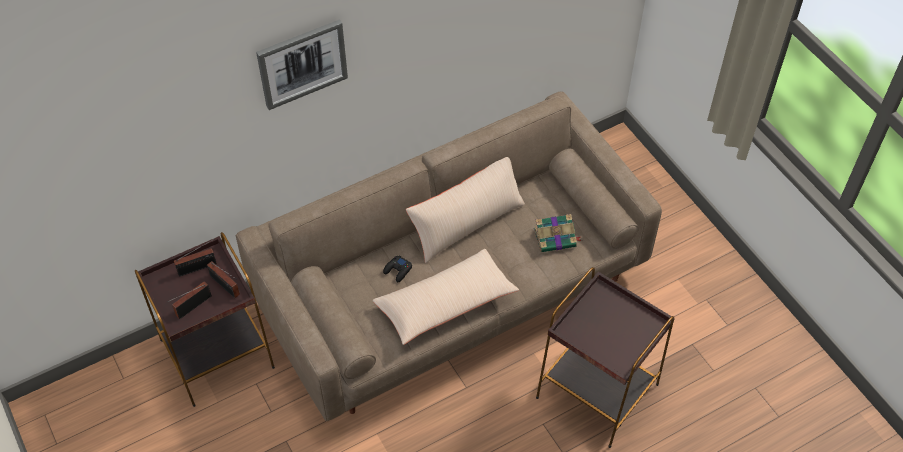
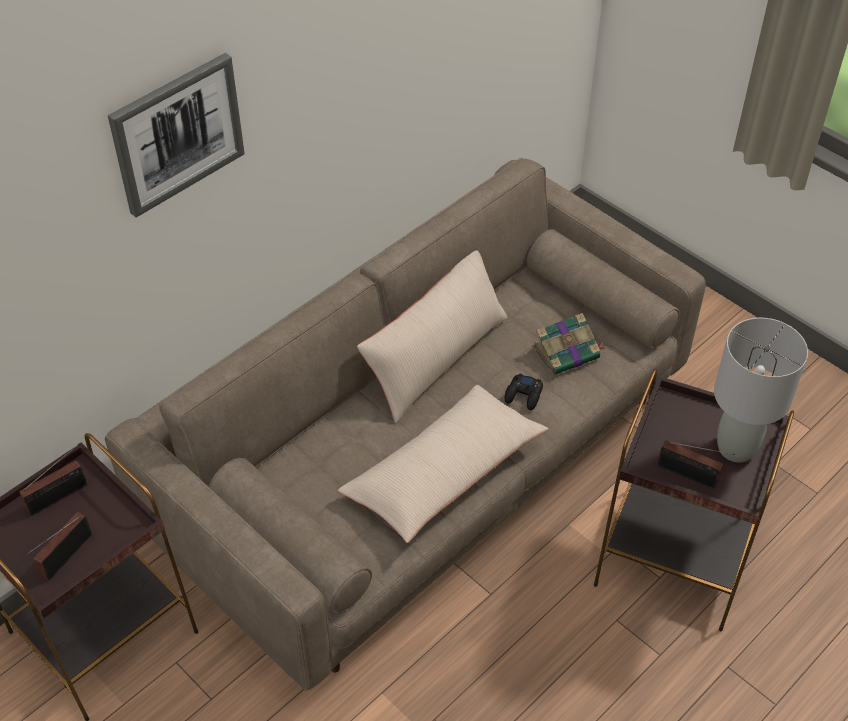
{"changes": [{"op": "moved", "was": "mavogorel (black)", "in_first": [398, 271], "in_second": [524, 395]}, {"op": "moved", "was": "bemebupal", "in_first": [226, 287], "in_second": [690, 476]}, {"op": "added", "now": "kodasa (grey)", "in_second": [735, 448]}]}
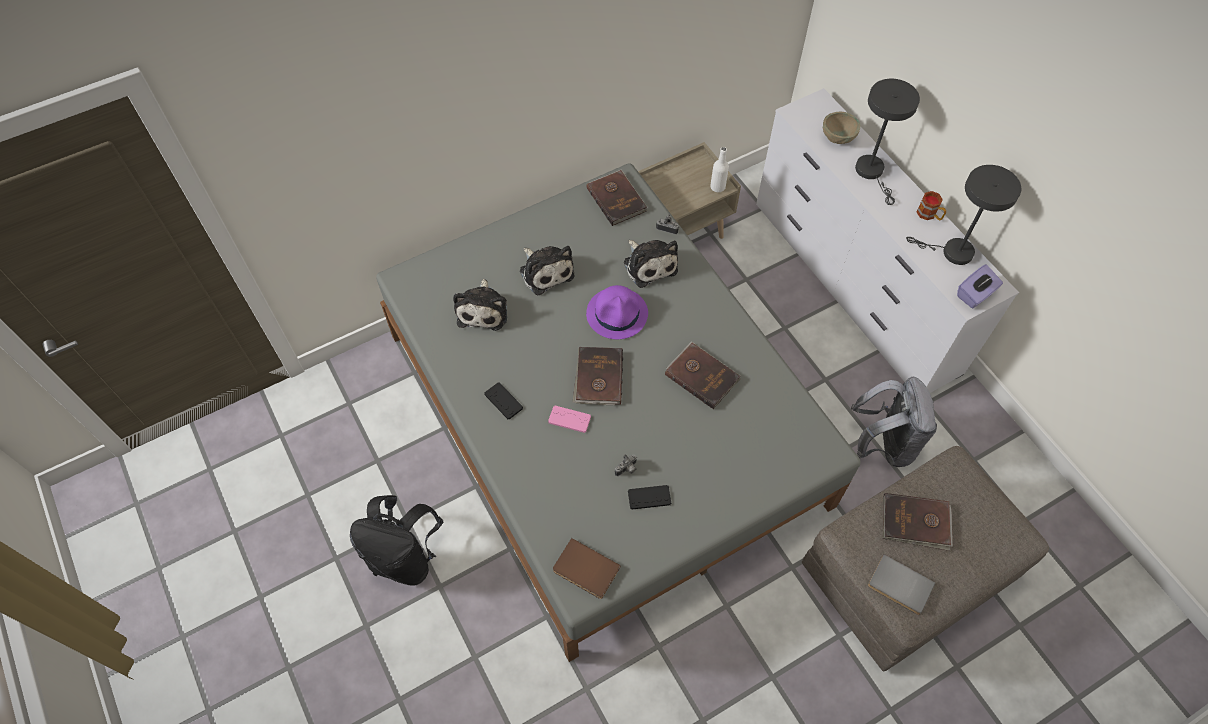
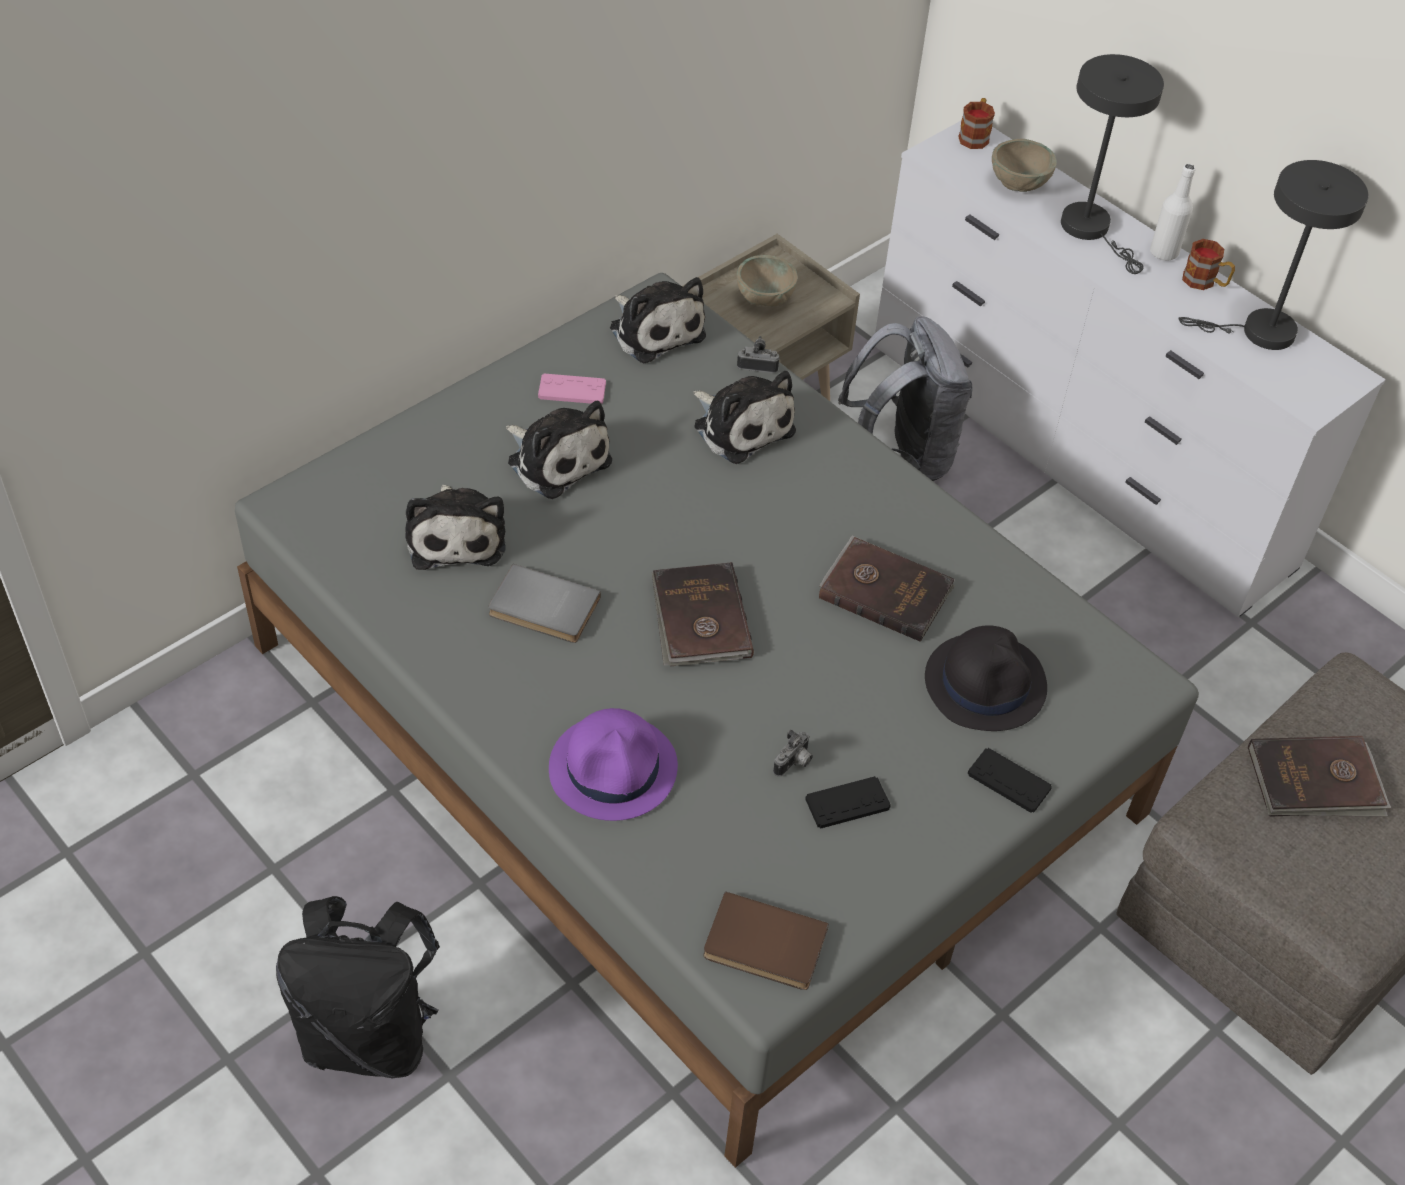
{"changes": [{"op": "moved", "was": "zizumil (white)", "in_first": [717, 187], "in_second": [1164, 252]}, {"op": "replaced", "was": "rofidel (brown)", "now": "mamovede", "in_first": [617, 199], "in_second": [655, 329]}, {"op": "removed", "was": "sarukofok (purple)", "in_first": [975, 295]}, {"op": "moved", "was": "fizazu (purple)", "in_first": [617, 314], "in_second": [614, 768]}, {"op": "moved", "was": "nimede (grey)", "in_first": [884, 443], "in_second": [901, 456]}, {"op": "moved", "was": "mavogorel (black)", "in_first": [503, 401], "in_second": [1009, 781]}, {"op": "moved", "was": "mavogorel (pink)", "in_first": [569, 419], "in_second": [572, 390]}, {"op": "moved", "was": "rofidel (grey)", "in_first": [899, 587], "in_second": [542, 609]}, {"op": "added", "now": "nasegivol", "in_second": [975, 135]}, {"op": "added", "now": "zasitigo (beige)", "in_second": [765, 299]}, {"op": "added", "now": "fizazu (black)", "in_second": [985, 682]}]}
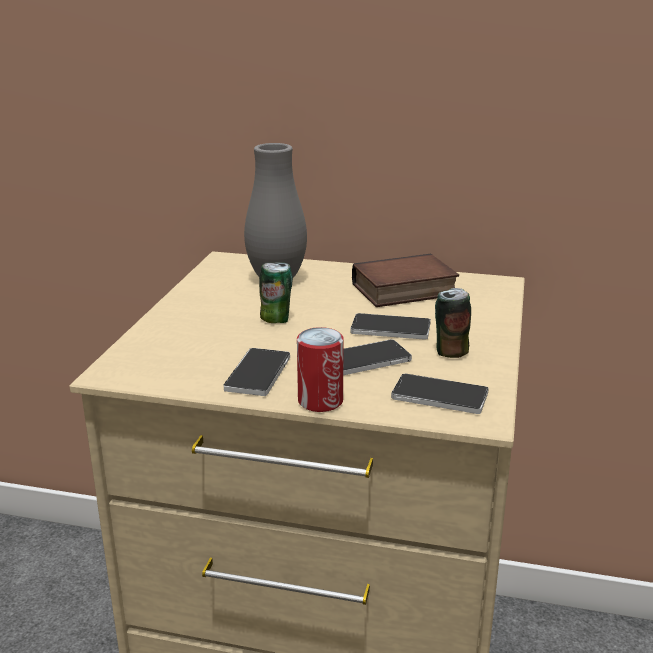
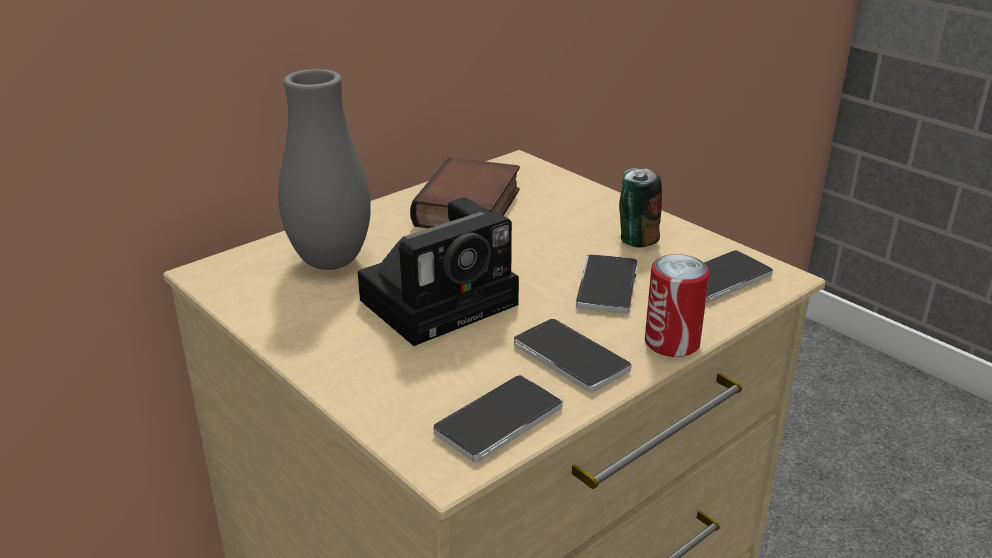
{"changes": [{"op": "replaced", "was": "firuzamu", "now": "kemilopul", "in_first": [276, 319], "in_second": [443, 300]}, {"op": "moved", "was": "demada", "in_first": [390, 329], "in_second": [498, 420]}]}
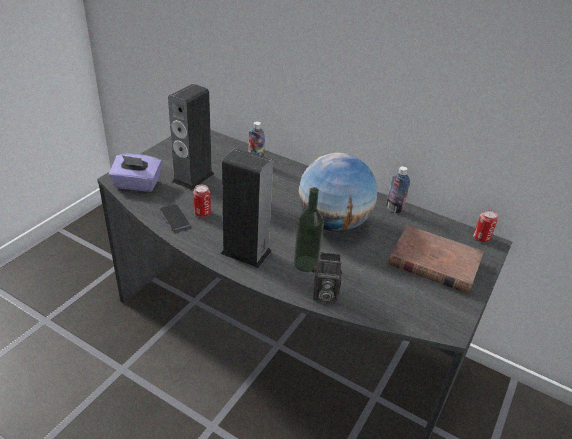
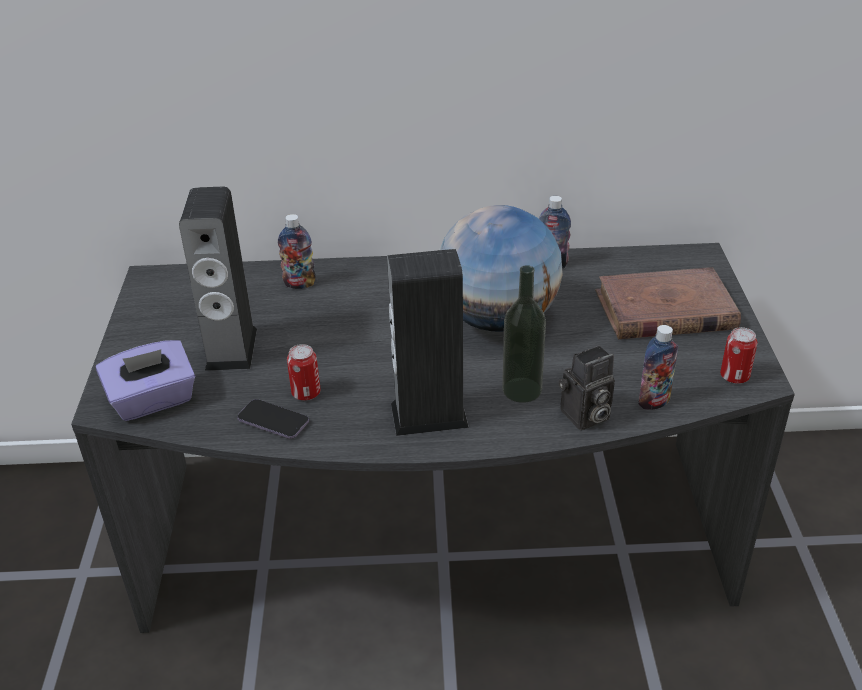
{"changes": [{"op": "moved", "was": "firuzamu", "in_first": [481, 238], "in_second": [734, 376]}, {"op": "added", "now": "zizumil", "in_second": [654, 402]}]}
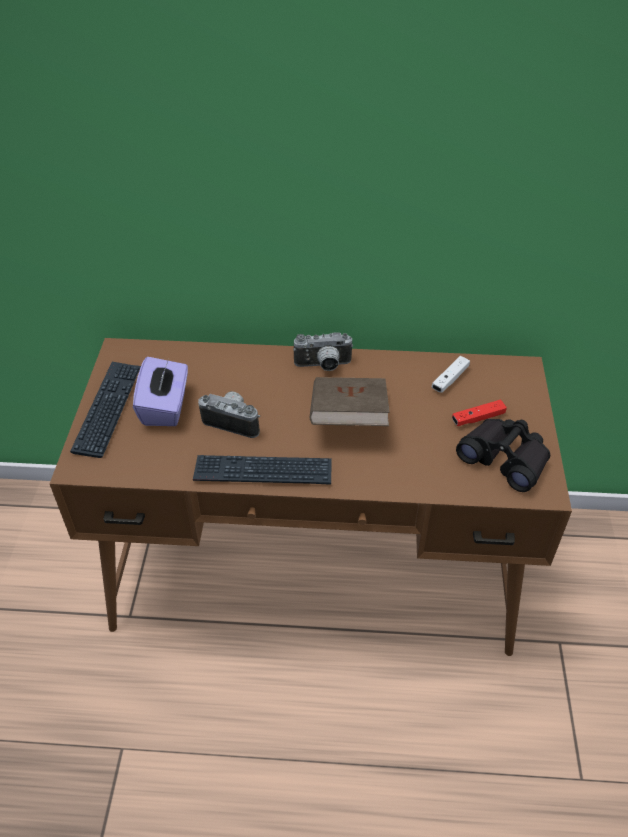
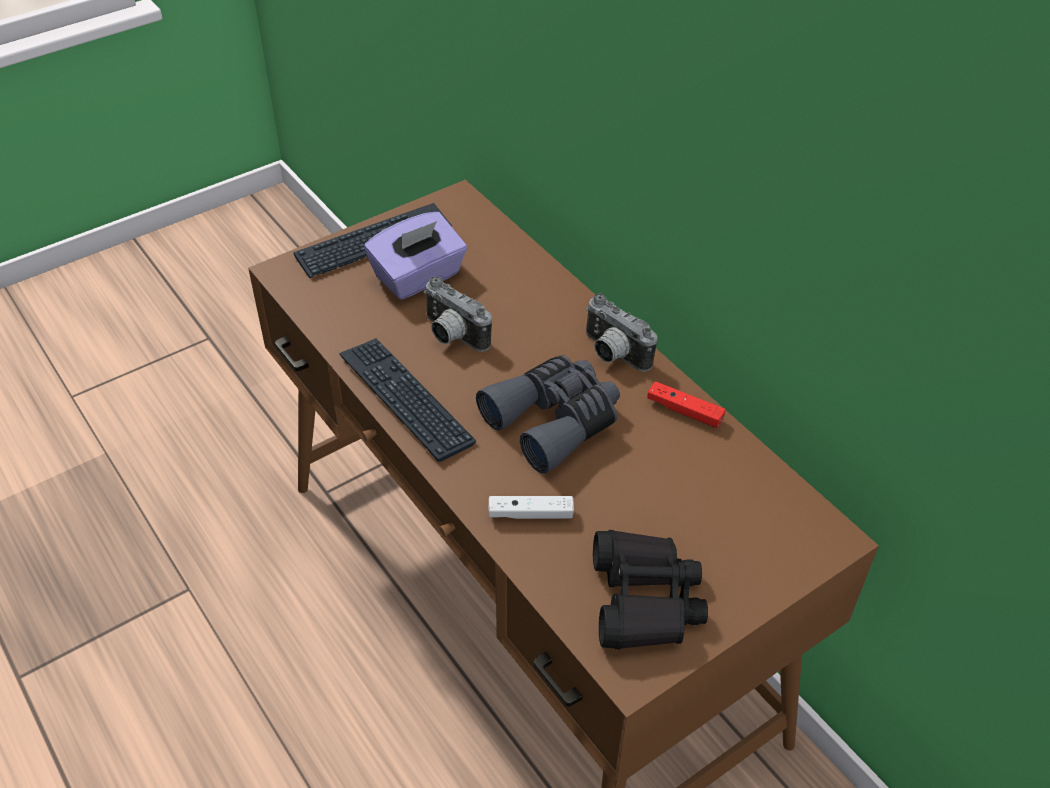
{"changes": [{"op": "moved", "was": "mavogorel (white)", "in_first": [450, 379], "in_second": [530, 514]}, {"op": "replaced", "was": "rofidel (brown)", "now": "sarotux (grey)", "in_first": [348, 418], "in_second": [554, 421]}, {"op": "turned", "was": "kemilopul", "in_first": [233, 421], "in_second": [451, 336], "clockwise": 150}, {"op": "moved", "was": "mavogorel (red)", "in_first": [478, 418], "in_second": [684, 411]}]}
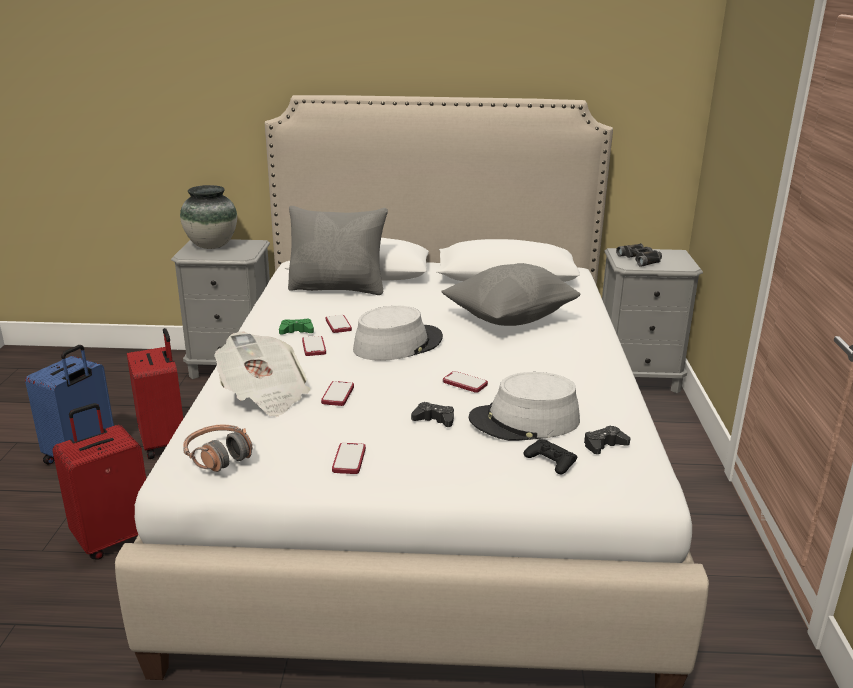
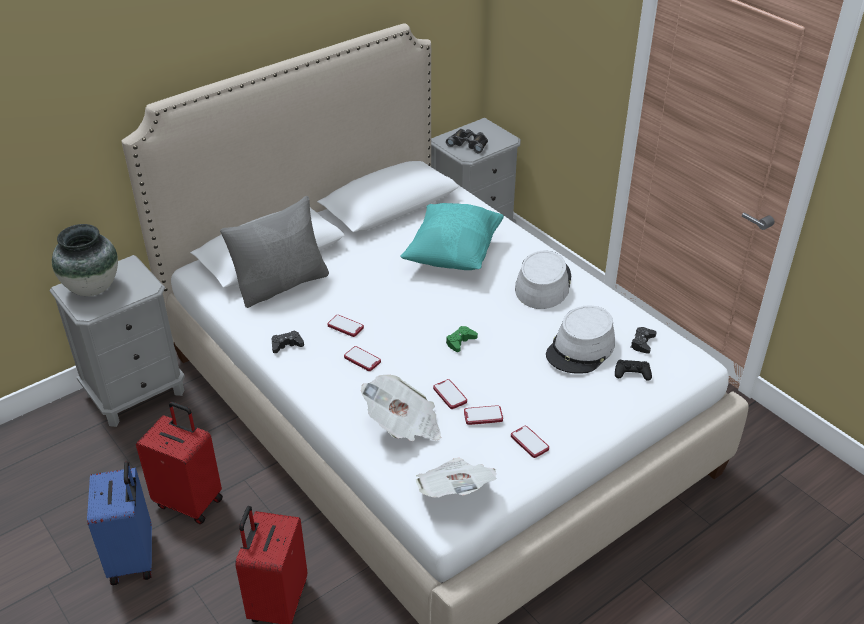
{"changes": [{"op": "recoloured", "was": "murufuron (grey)", "now": "murufuron (turquoise)", "in_first": [510, 318], "in_second": [453, 255]}, {"op": "moved", "was": "fizazu (grey)", "in_first": [397, 344], "in_second": [543, 284]}, {"op": "moved", "was": "mavogorel (green)", "in_first": [296, 331], "in_second": [460, 342]}, {"op": "moved", "was": "demada", "in_first": [465, 383], "in_second": [483, 416]}, {"op": "moved", "was": "mavogorel (black)", "in_first": [434, 420], "in_second": [286, 345]}, {"op": "replaced", "was": "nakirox", "now": "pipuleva", "in_first": [219, 456], "in_second": [455, 491]}]}
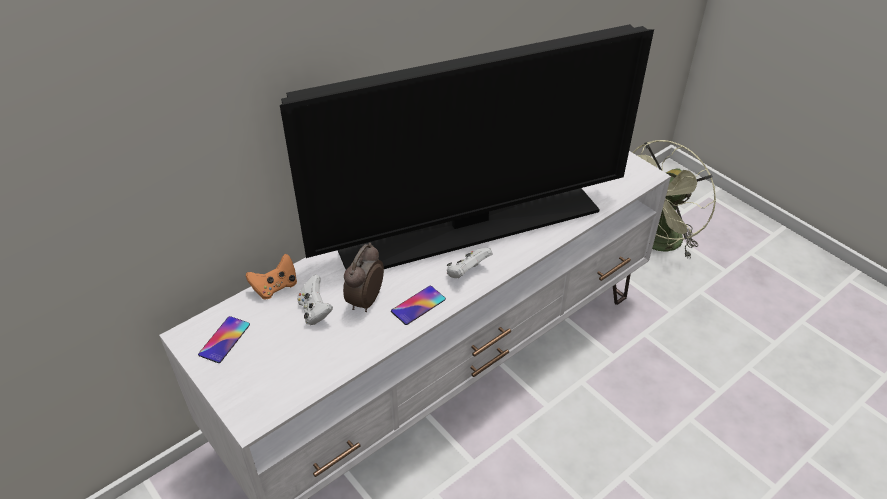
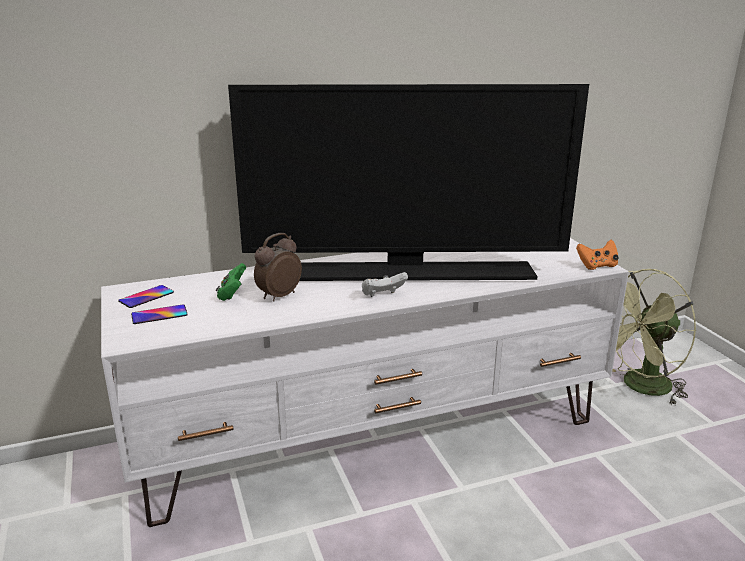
{"changes": [{"op": "moved", "was": "mavogorel (orange)", "in_first": [275, 287], "in_second": [597, 266]}, {"op": "recoloured", "was": "mavogorel (white)", "now": "mavogorel (green)", "in_first": [315, 311], "in_second": [232, 294]}, {"op": "moved", "was": "demada", "in_first": [418, 305], "in_second": [159, 315]}]}
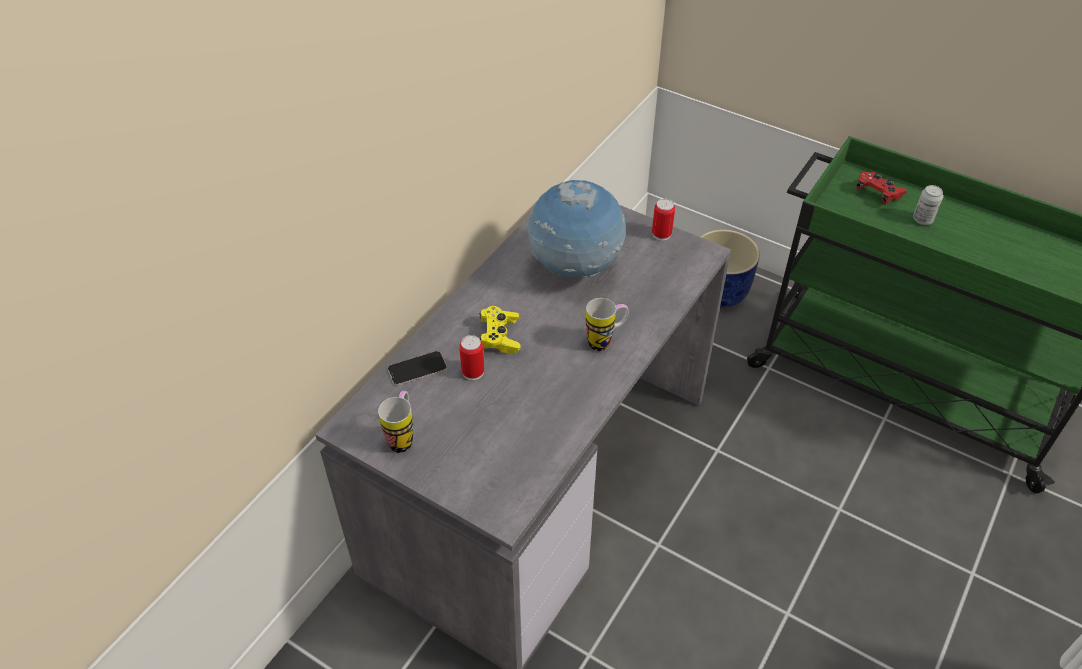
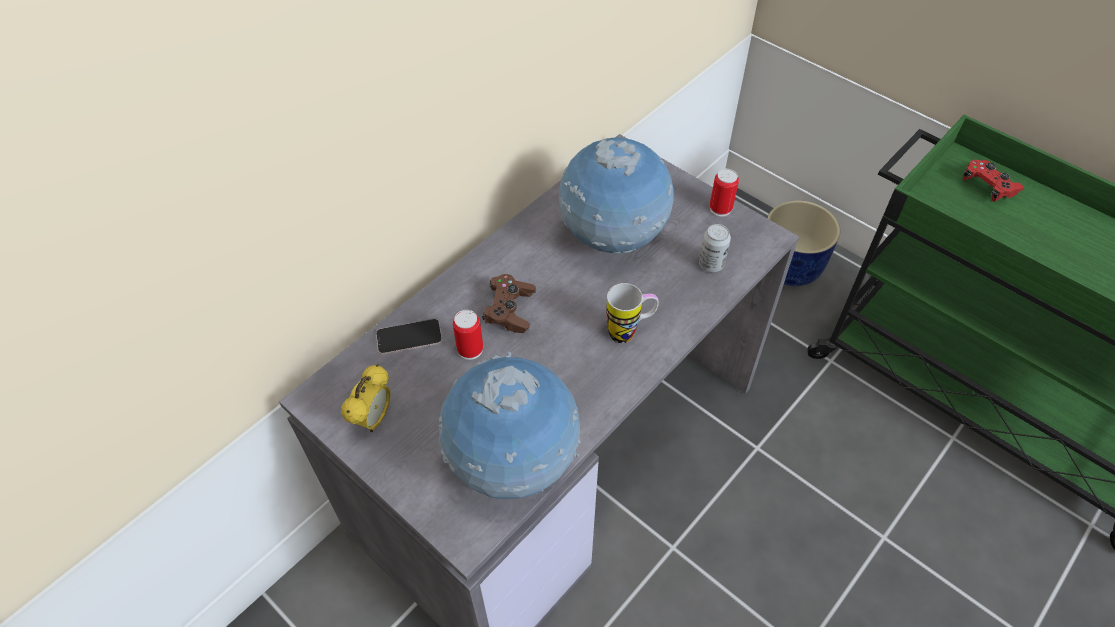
{"changes": [{"op": "moved", "was": "firuzamu", "in_first": [922, 220], "in_second": [711, 264]}, {"op": "recoloured", "was": "mavogorel (yellow)", "now": "mavogorel (brown)", "in_first": [500, 337], "in_second": [510, 310]}, {"op": "replaced", "was": "nasegivol", "now": "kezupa", "in_first": [403, 437], "in_second": [374, 419]}, {"op": "added", "now": "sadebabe", "in_second": [513, 464]}]}
